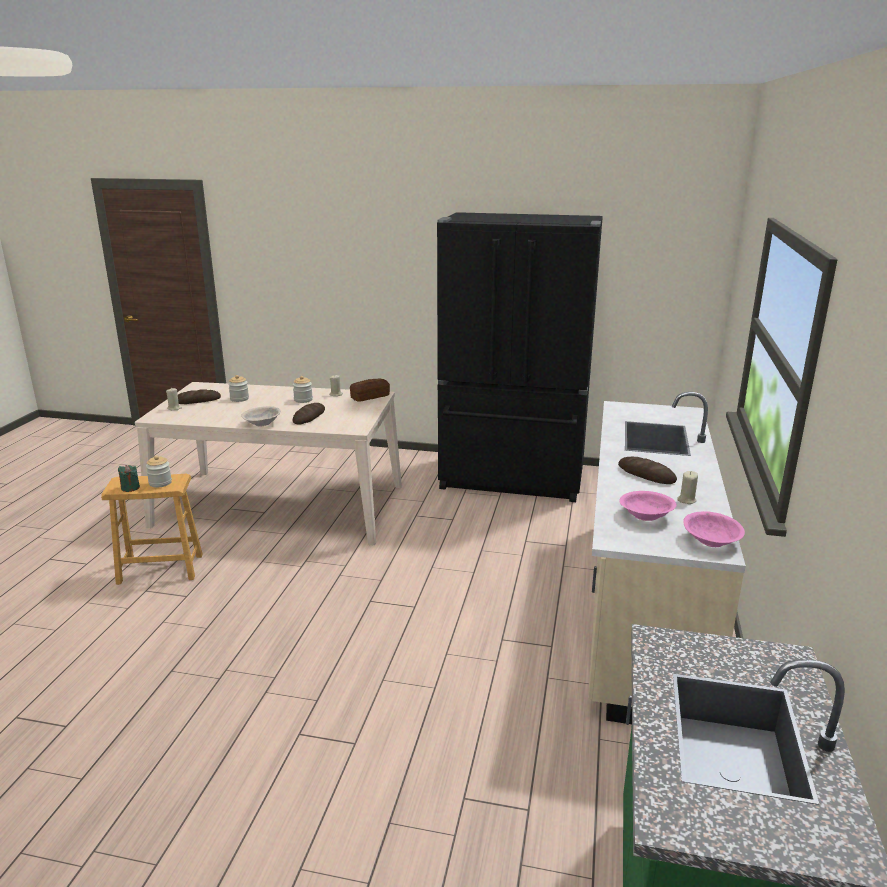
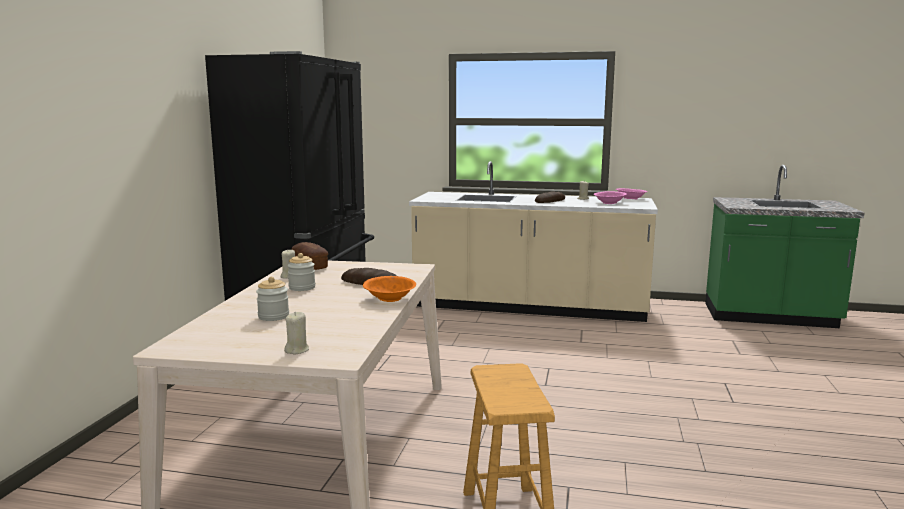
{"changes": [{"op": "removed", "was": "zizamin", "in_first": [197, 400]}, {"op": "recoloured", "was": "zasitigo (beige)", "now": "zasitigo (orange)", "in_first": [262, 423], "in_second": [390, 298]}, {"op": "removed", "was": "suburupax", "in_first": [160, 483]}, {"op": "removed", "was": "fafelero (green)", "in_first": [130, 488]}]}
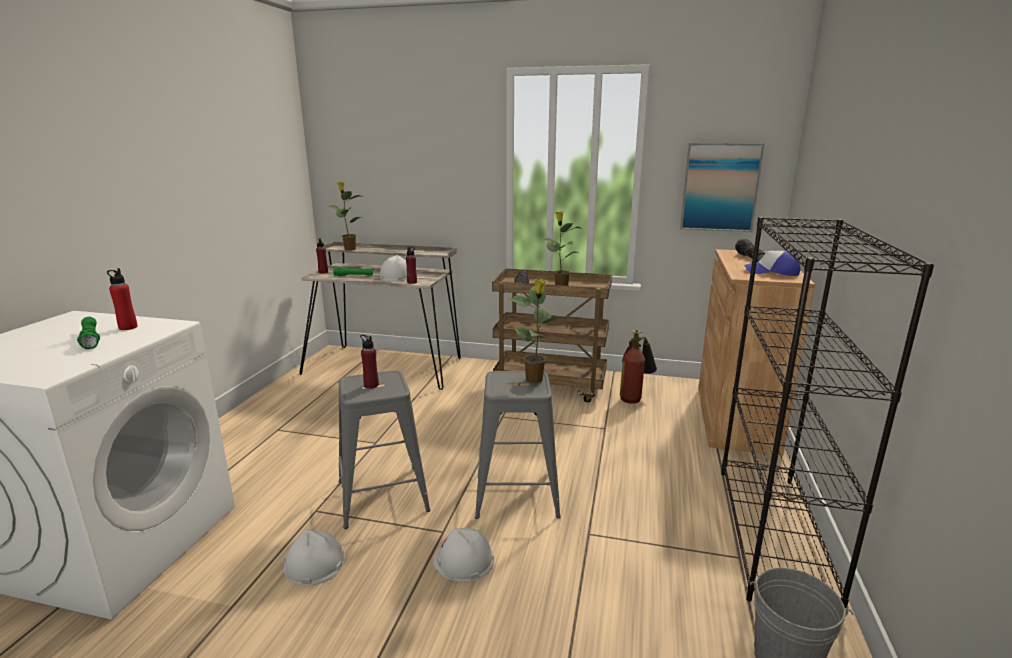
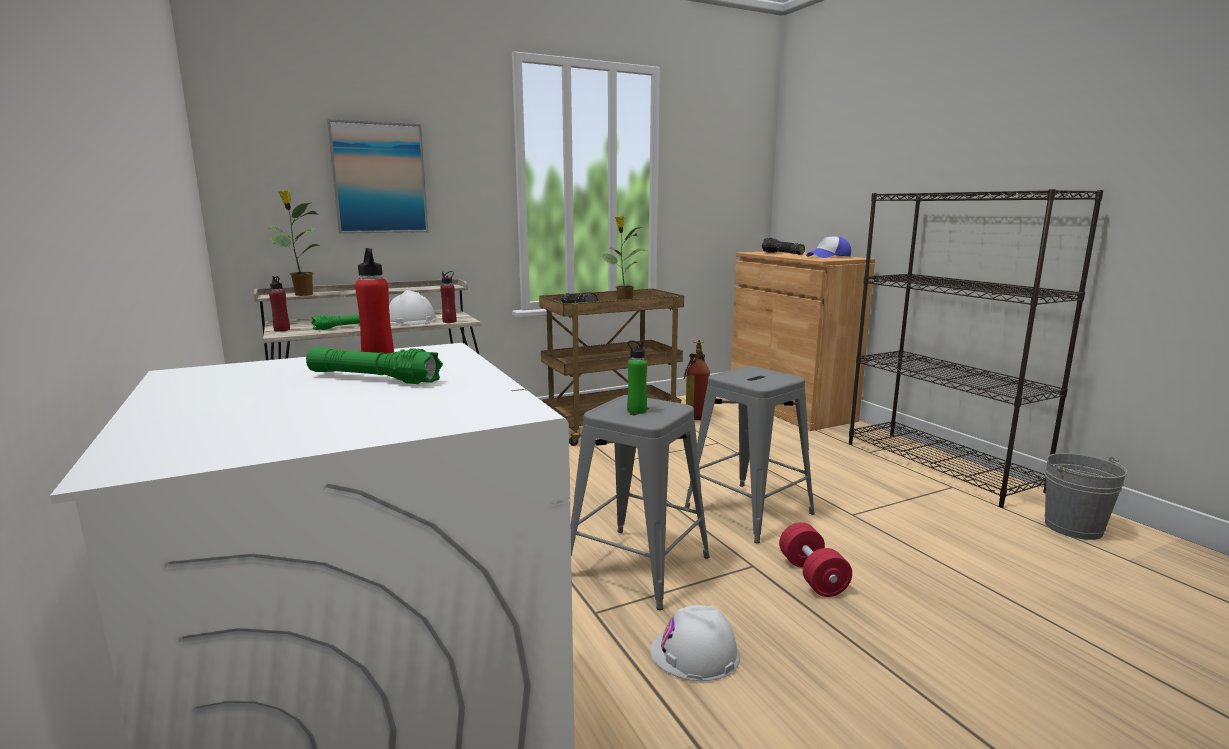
{"changes": [{"op": "moved", "was": "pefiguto", "in_first": [720, 187], "in_second": [379, 178]}, {"op": "removed", "was": "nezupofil", "in_first": [535, 380]}, {"op": "recoloured", "was": "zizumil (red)", "now": "zizumil (green)", "in_first": [371, 385], "in_second": [636, 410]}, {"op": "replaced", "was": "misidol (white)", "now": "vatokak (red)", "in_first": [463, 560], "in_second": [812, 576]}]}
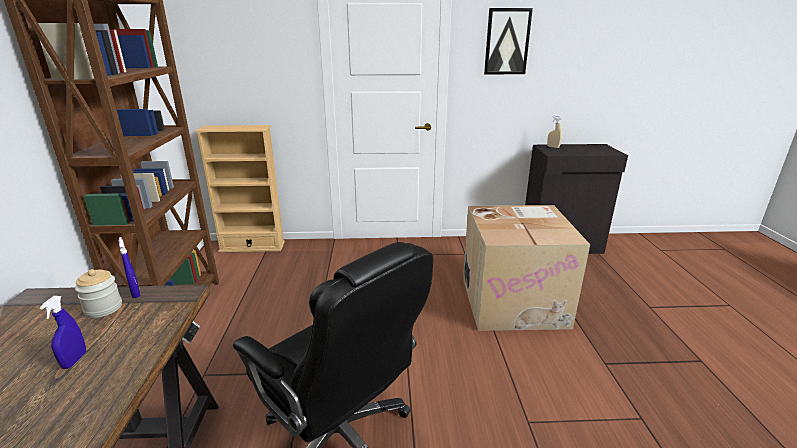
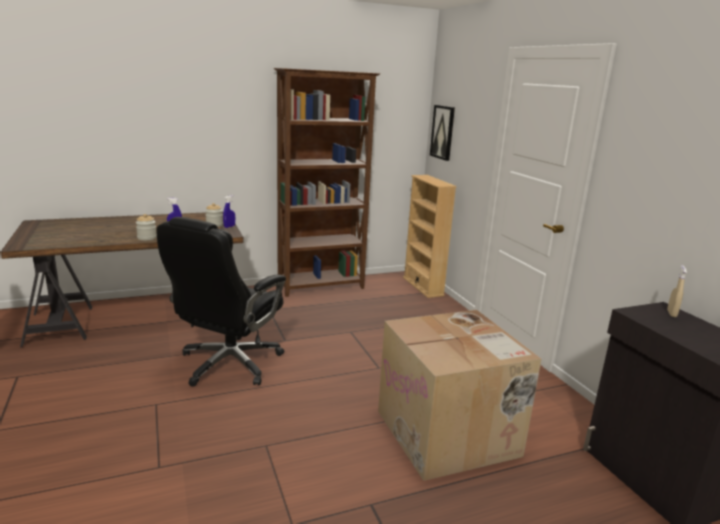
{"changes": [{"op": "moved", "was": "pefiguto", "in_first": [507, 42], "in_second": [443, 132]}, {"op": "added", "now": "suburupax", "in_second": [147, 238]}]}
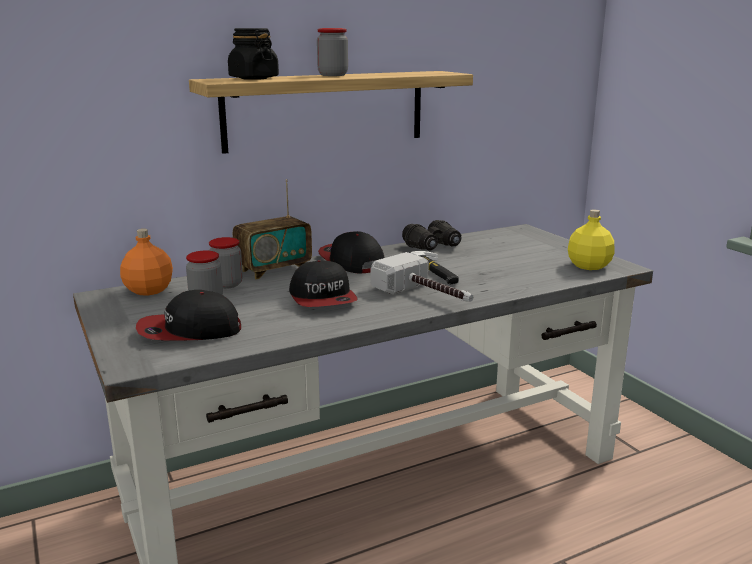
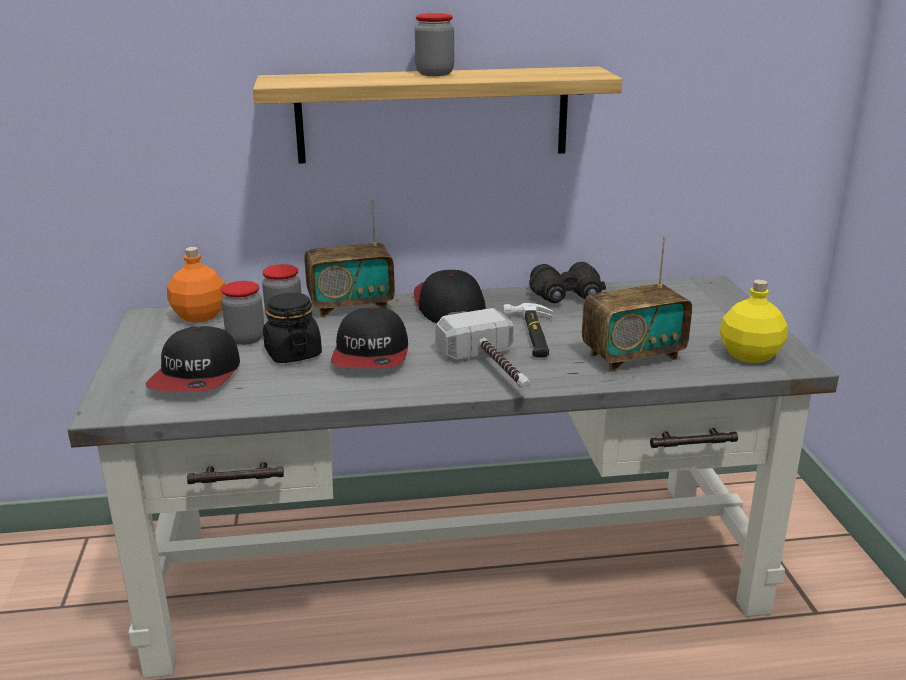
{"changes": [{"op": "moved", "was": "suburupax (black)", "in_first": [253, 78], "in_second": [293, 353]}, {"op": "turned", "was": "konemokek", "in_first": [189, 331], "in_second": [197, 376], "clockwise": -90}, {"op": "added", "now": "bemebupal", "in_second": [632, 356]}]}
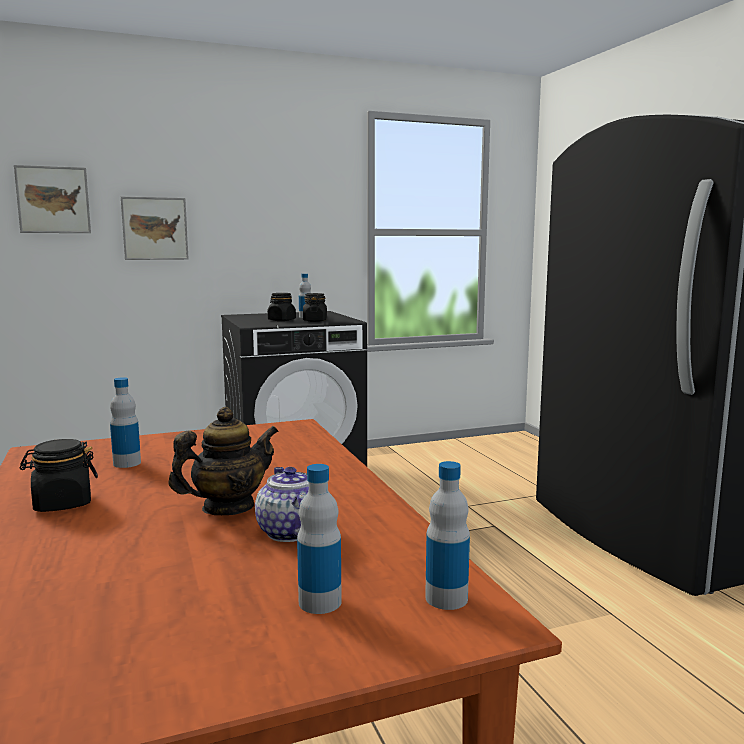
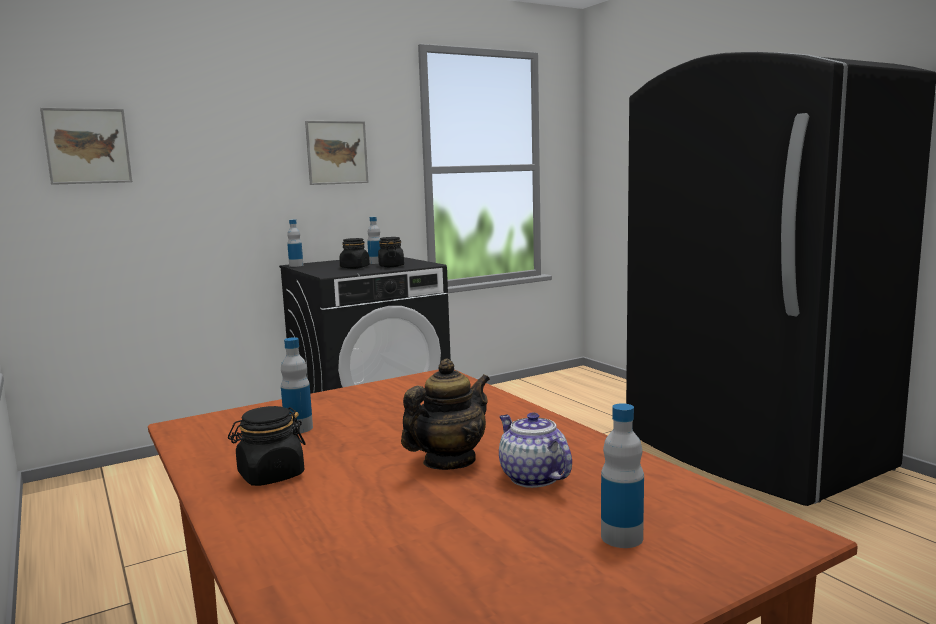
{"changes": [{"op": "moved", "was": "pefiguto", "in_first": [155, 228], "in_second": [337, 152]}, {"op": "moved", "was": "zizumil", "in_first": [446, 598], "in_second": [296, 265]}]}
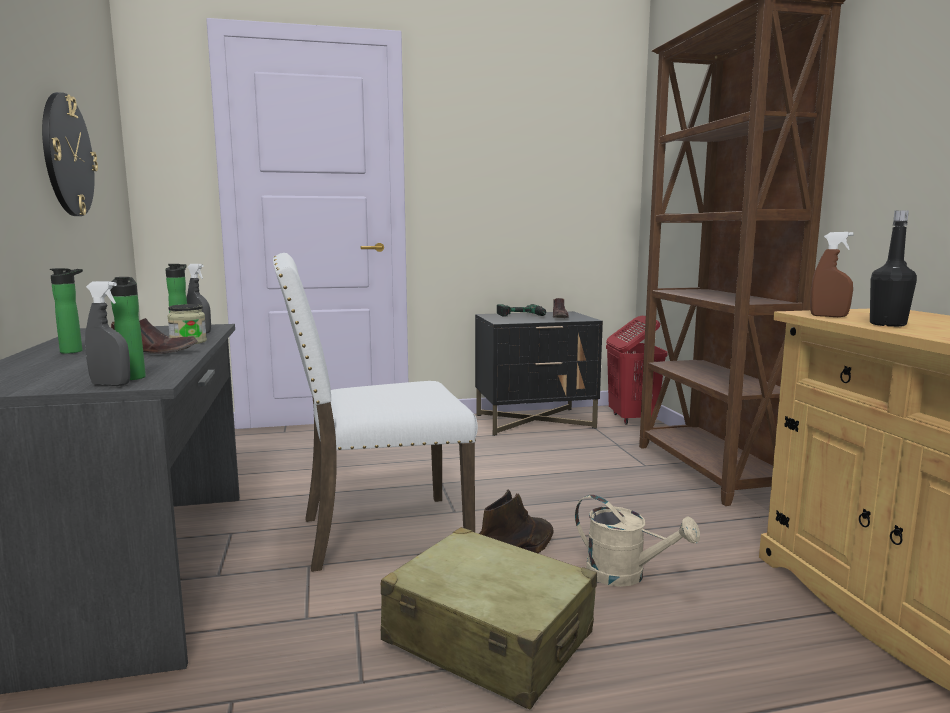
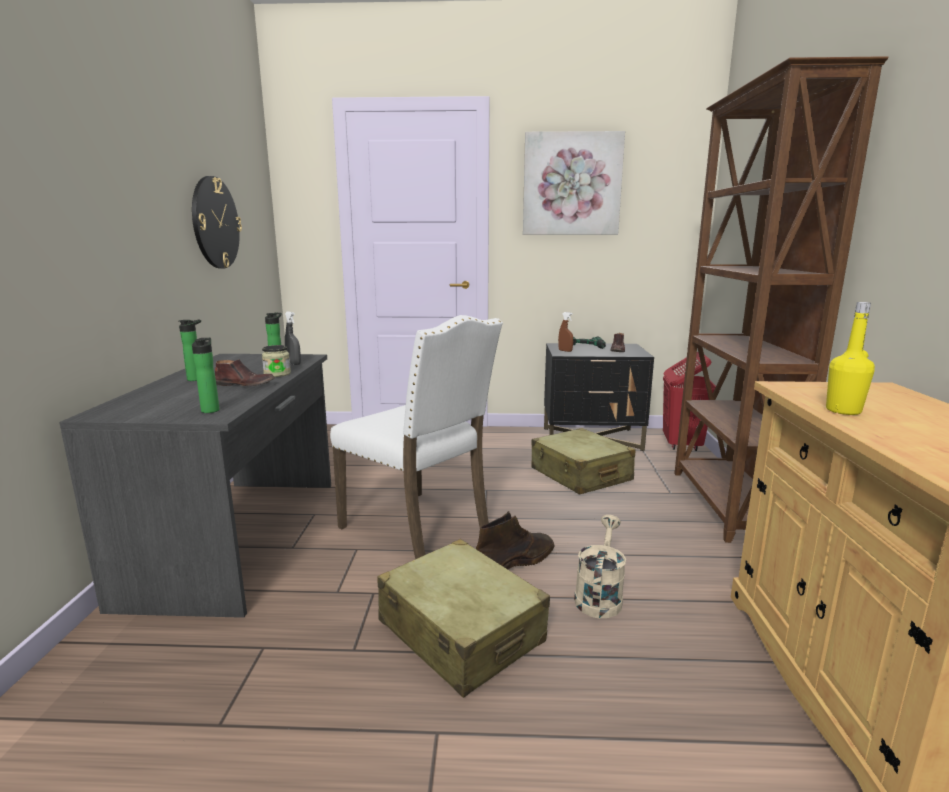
{"changes": [{"op": "recoloured", "was": "zizumil (black)", "now": "zizumil (yellow)", "in_first": [887, 324], "in_second": [843, 411]}, {"op": "moved", "was": "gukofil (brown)", "in_first": [828, 316], "in_second": [565, 351]}, {"op": "turned", "was": "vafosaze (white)", "in_first": [379, 533], "in_second": [419, 529], "clockwise": -135}, {"op": "removed", "was": "gukofil (grey)", "in_first": [111, 384]}, {"op": "turned", "was": "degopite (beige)", "in_first": [626, 575], "in_second": [599, 596], "clockwise": -120}, {"op": "added", "now": "pefiguto", "in_second": [571, 184]}, {"op": "added", "now": "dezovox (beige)", "in_second": [580, 475]}]}
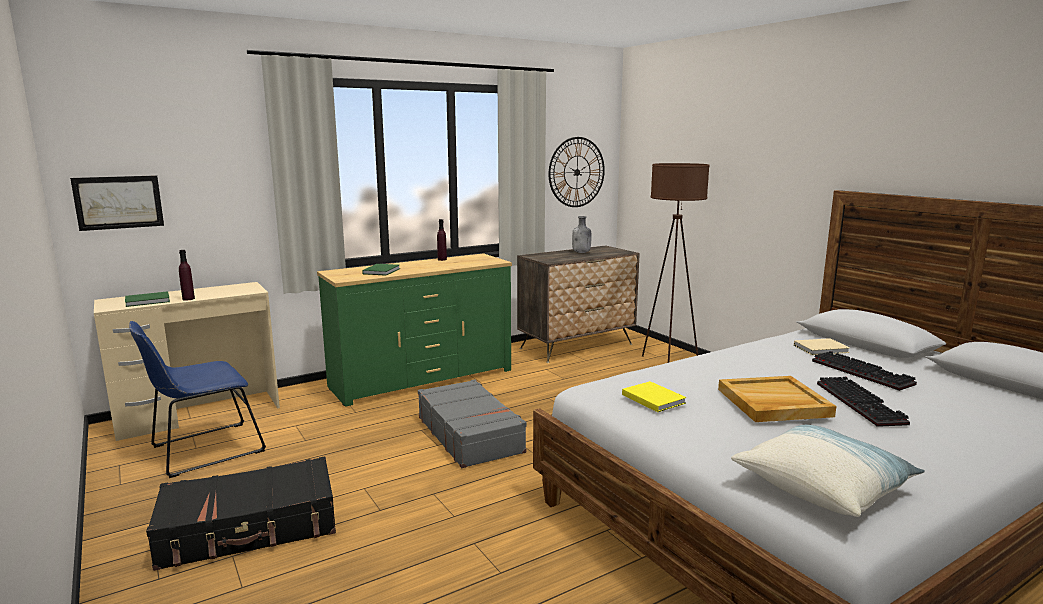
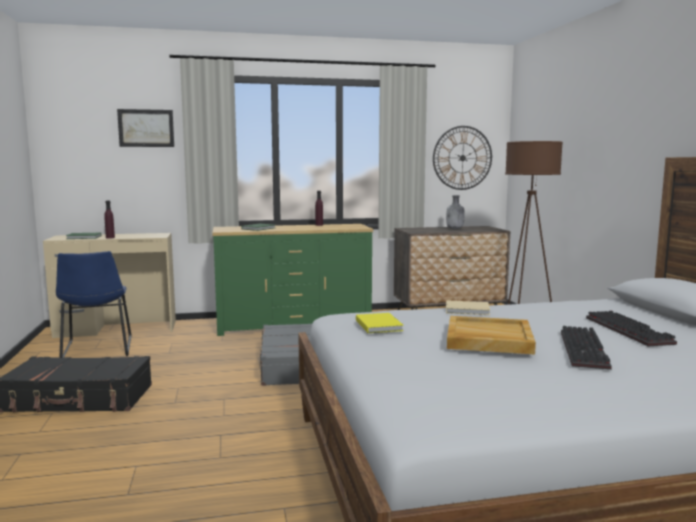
{"changes": [{"op": "moved", "was": "pefiguto", "in_first": [119, 202], "in_second": [146, 128]}, {"op": "turned", "was": "vafosaze (blue)", "in_first": [202, 450], "in_second": [97, 350], "clockwise": -90}, {"op": "moved", "was": "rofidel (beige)", "in_first": [822, 349], "in_second": [468, 310]}, {"op": "removed", "was": "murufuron", "in_first": [823, 487]}]}
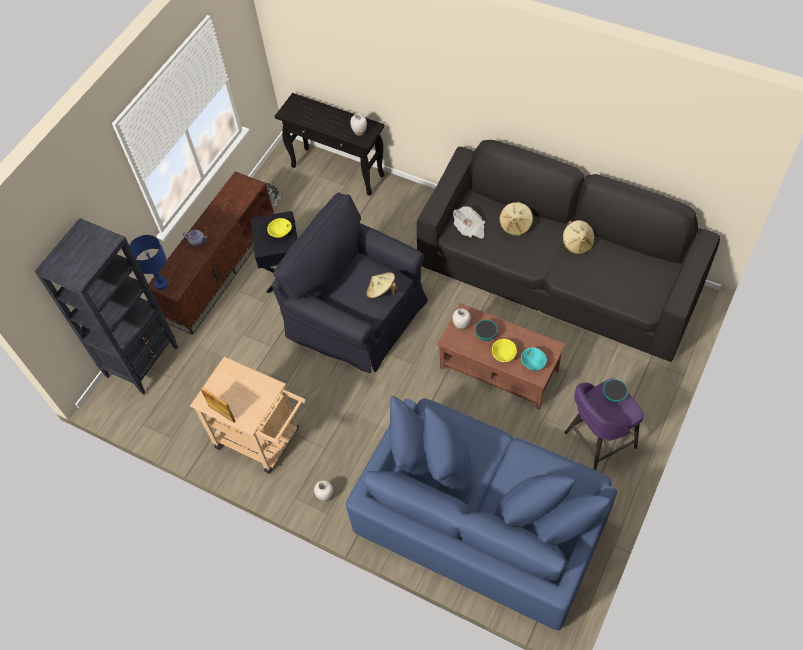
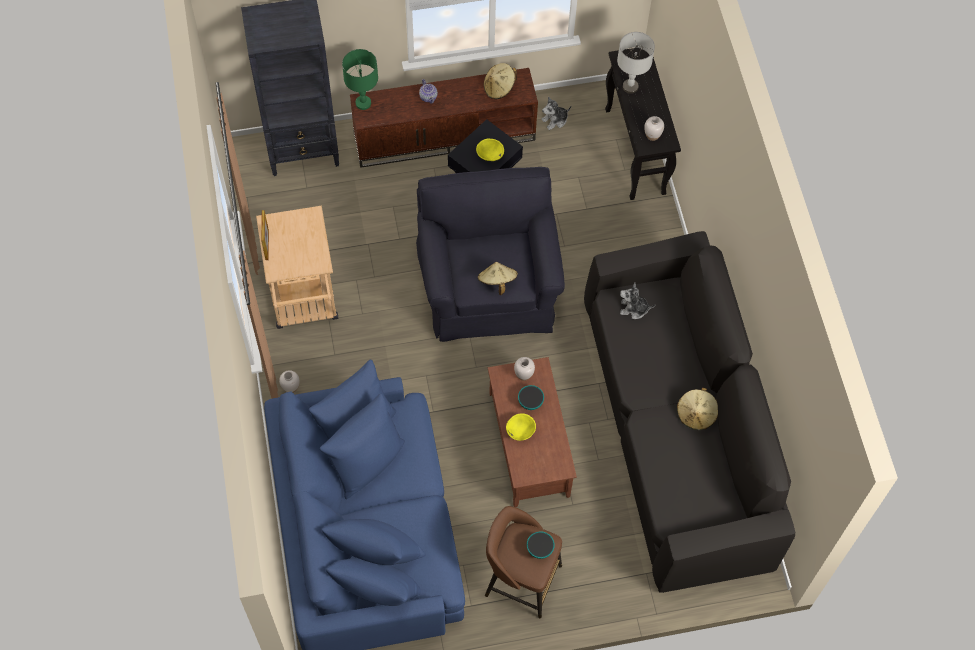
{"changes": [{"op": "moved", "was": "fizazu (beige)", "in_first": [515, 225], "in_second": [499, 88]}, {"op": "replaced", "was": "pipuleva", "now": "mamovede", "in_first": [469, 229], "in_second": [634, 309]}, {"op": "recoloured", "was": "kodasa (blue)", "now": "kodasa (green)", "in_first": [161, 283], "in_second": [363, 103]}, {"op": "removed", "was": "zasitigo (turquoise)", "in_first": [533, 364]}, {"op": "recoloured", "was": "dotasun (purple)", "now": "dotasun (brown)", "in_first": [598, 441], "in_second": [520, 579]}, {"op": "added", "now": "kodasa (grey)", "in_second": [630, 87]}]}
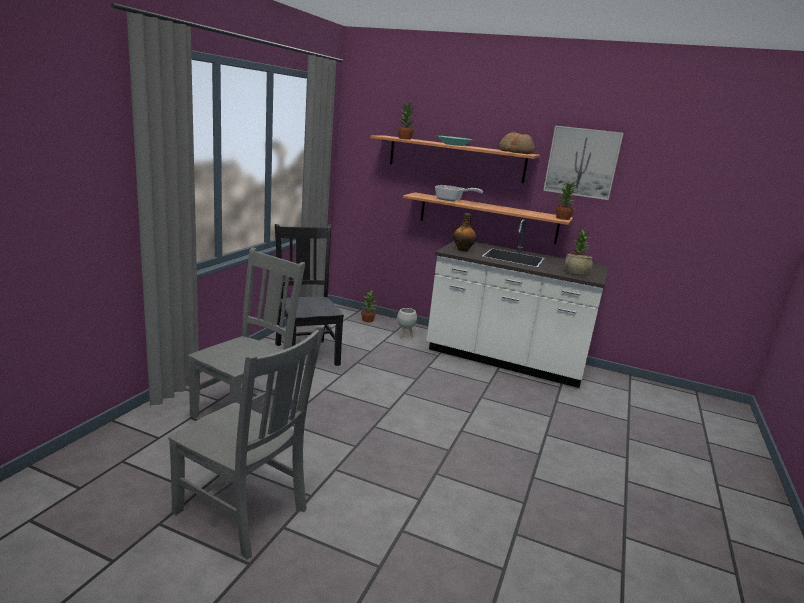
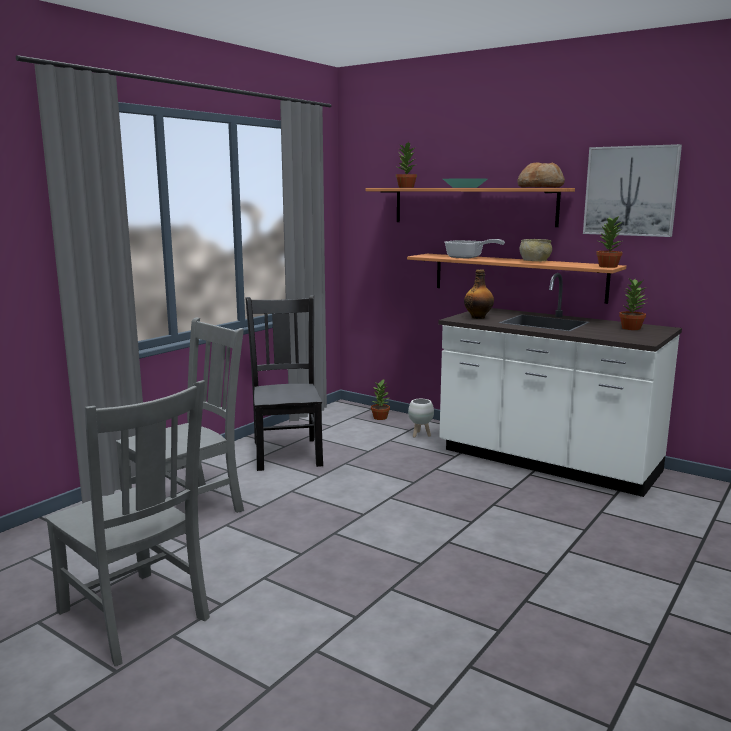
{"changes": [{"op": "moved", "was": "zasitigo (beige)", "in_first": [576, 273], "in_second": [535, 262]}]}
